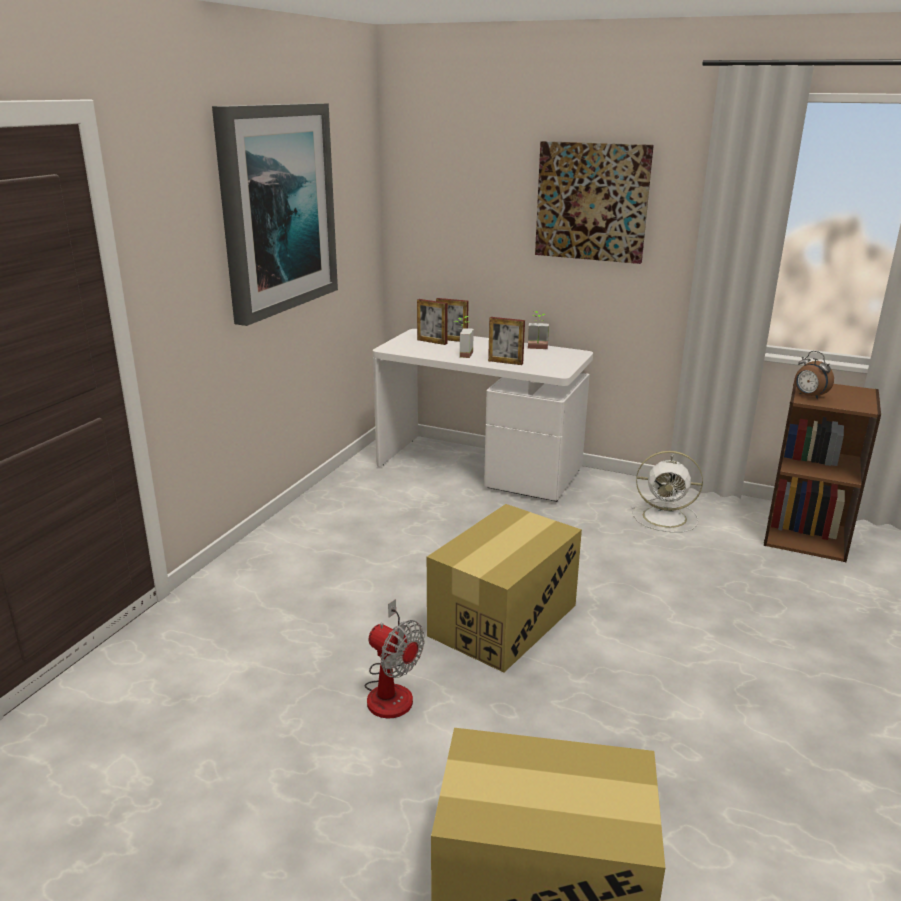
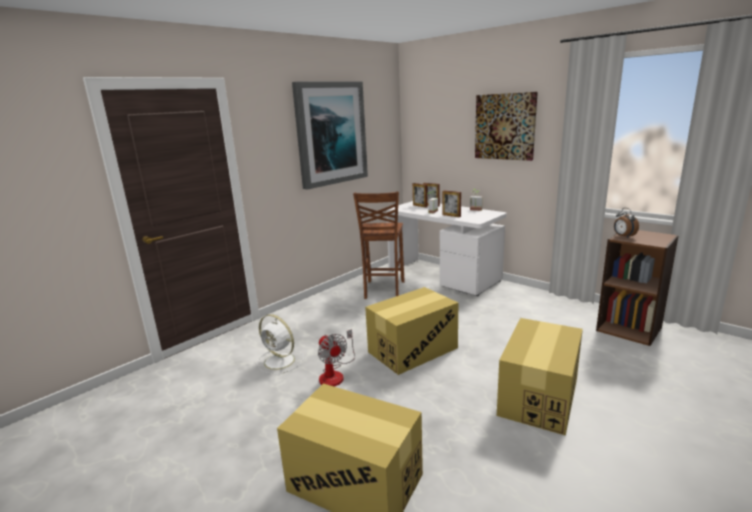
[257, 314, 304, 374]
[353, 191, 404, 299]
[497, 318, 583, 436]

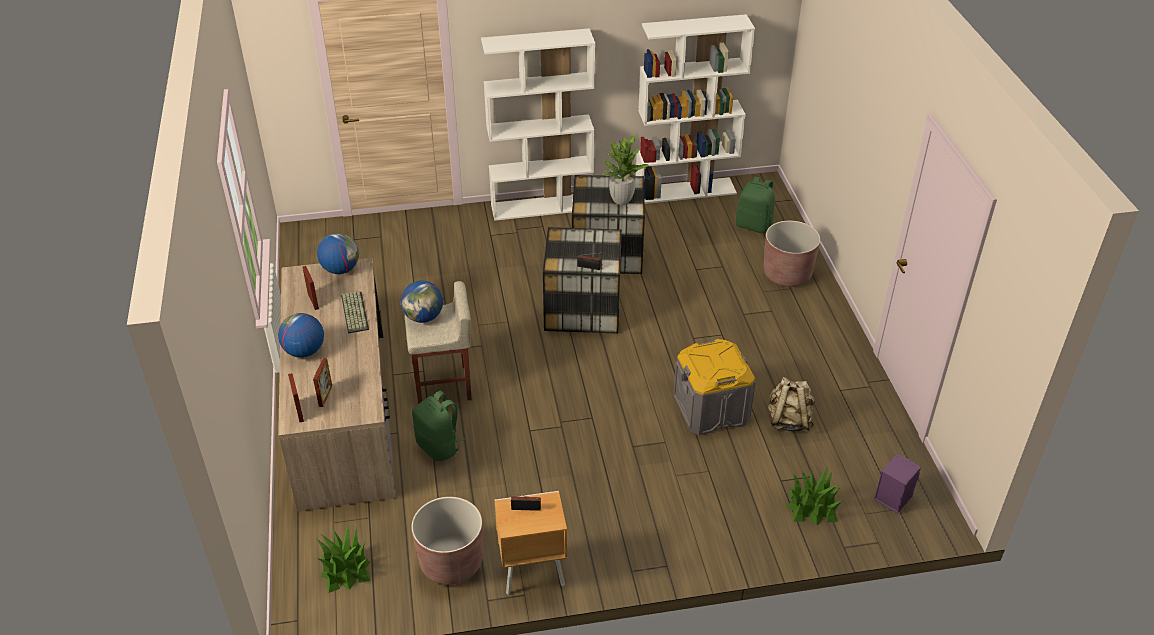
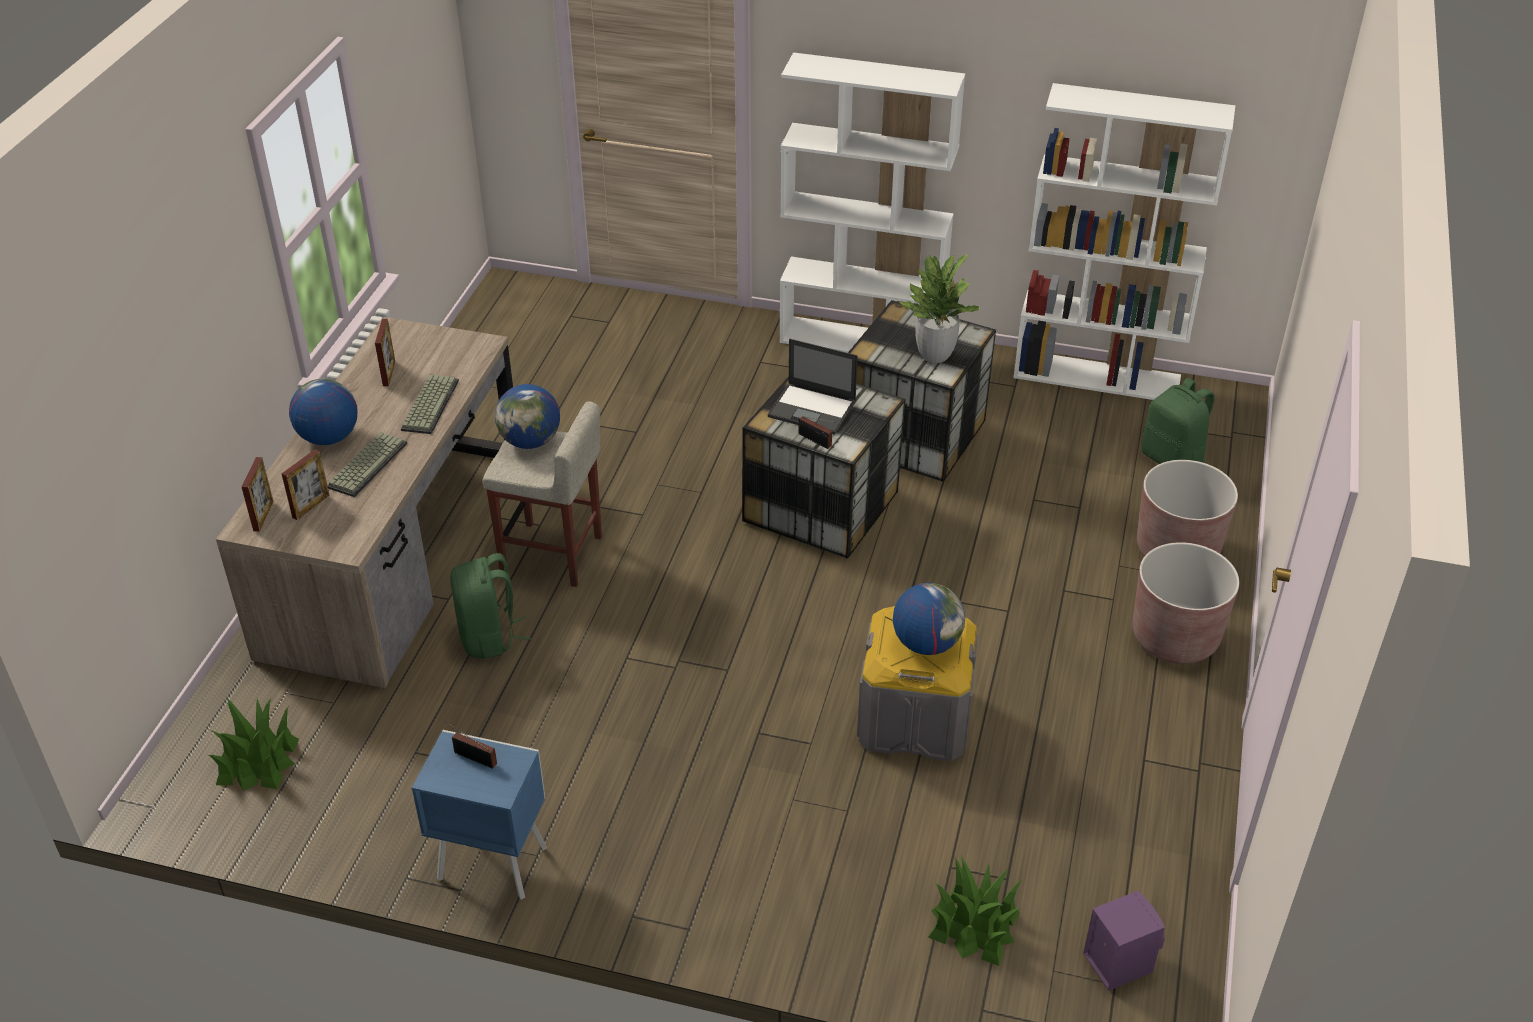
[893, 583, 965, 655]
[768, 377, 815, 432] (first image)
[412, 730, 547, 900]
[1133, 542, 1239, 664]
[768, 339, 858, 435]
[327, 432, 407, 497]

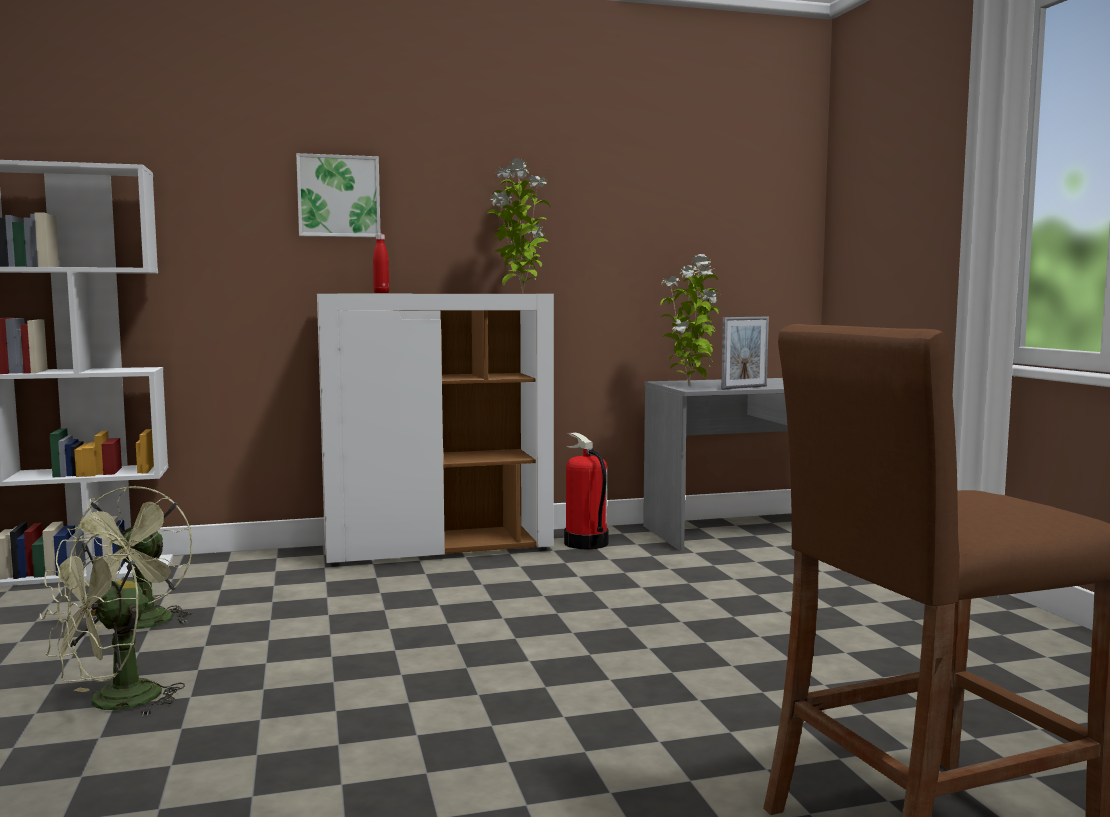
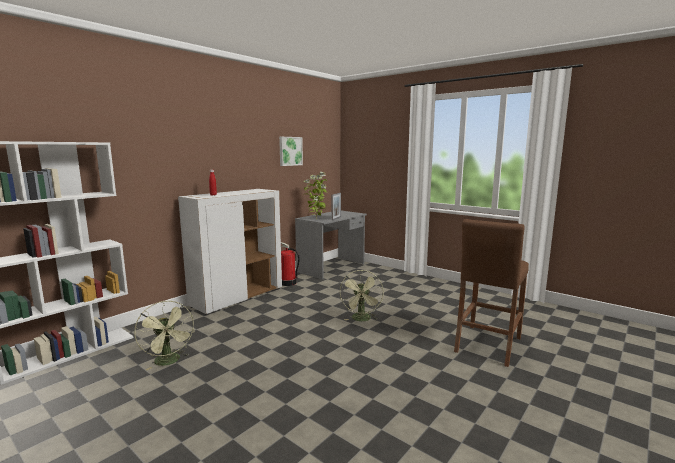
[279, 137, 303, 166]
[487, 158, 551, 293] (first image)
[340, 270, 384, 321]

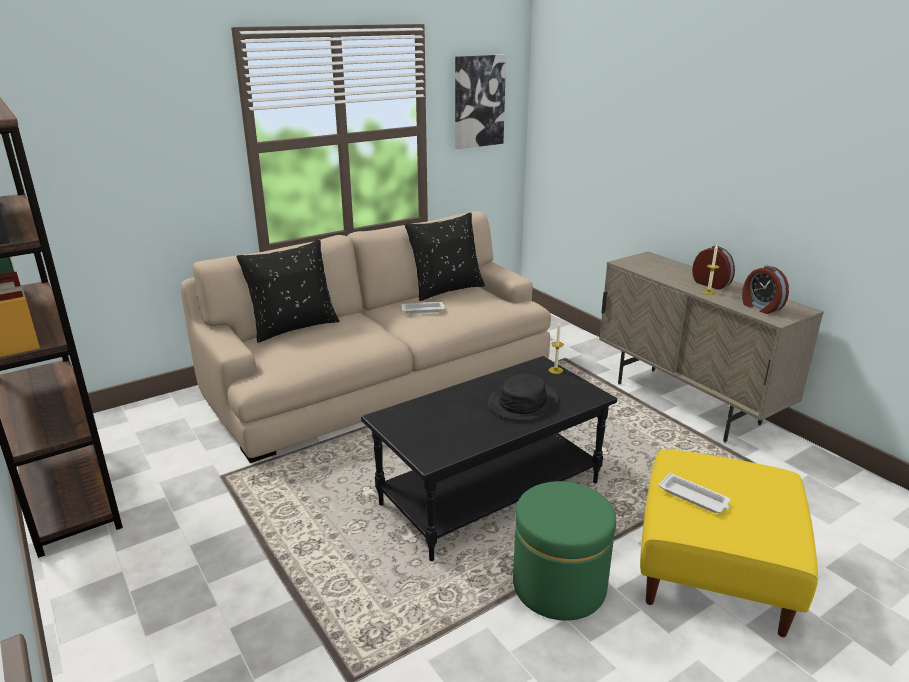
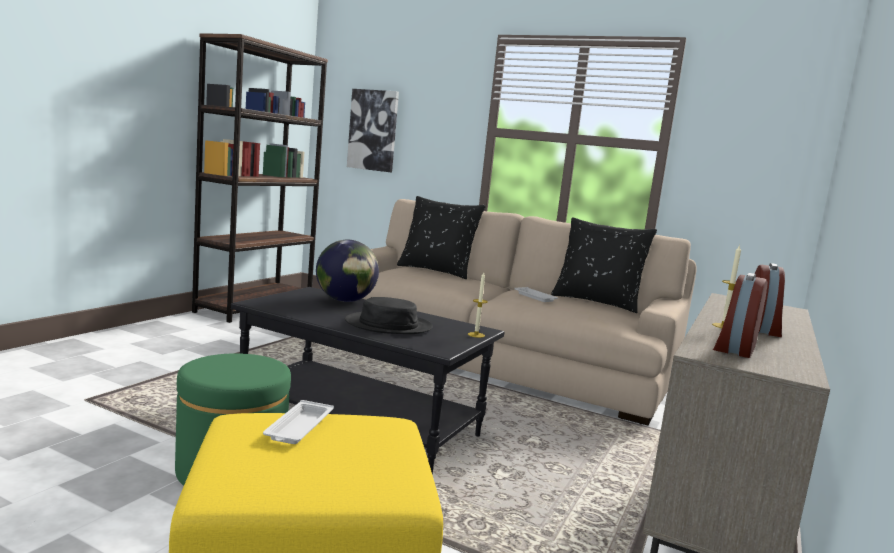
[347, 89, 399, 172]
[316, 240, 379, 302]

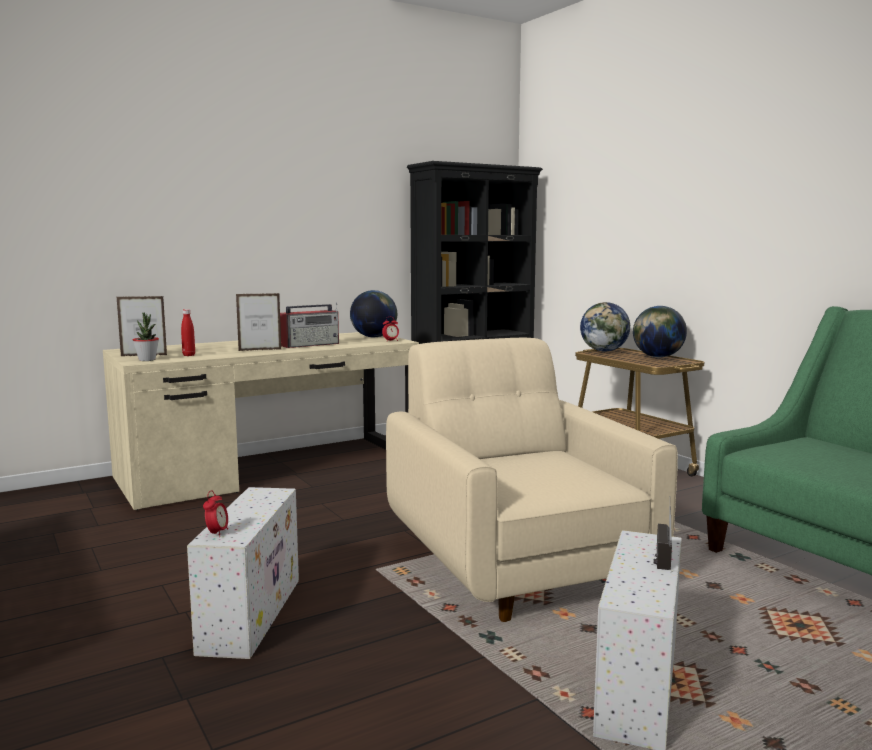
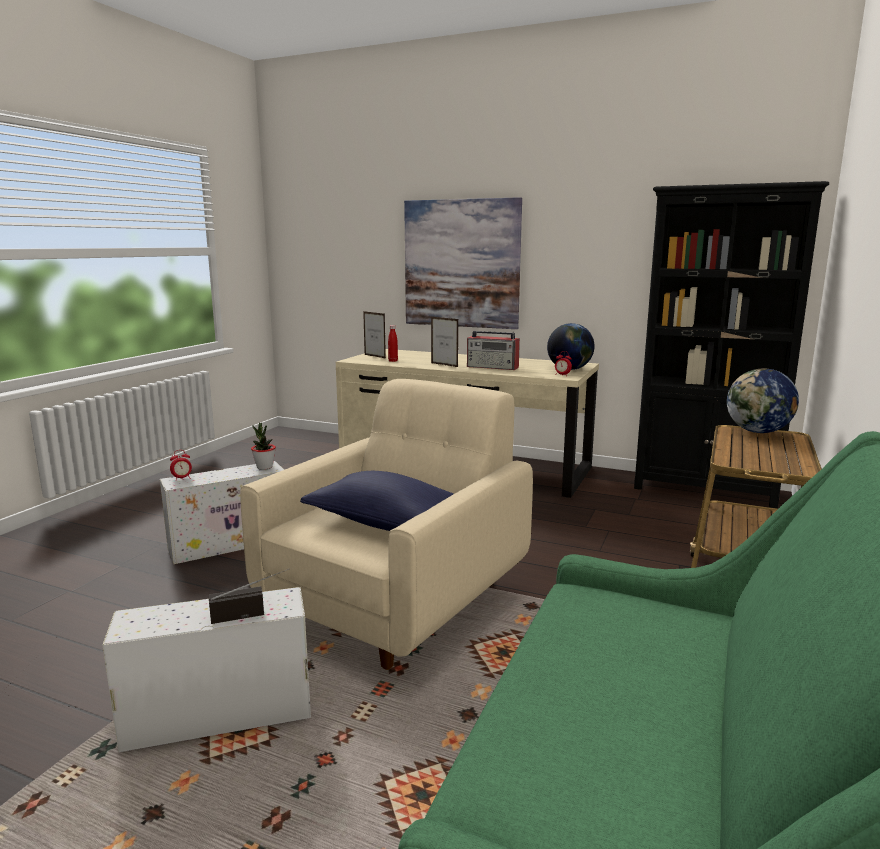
[633, 306, 687, 357] (first image)
[251, 423, 276, 470]
[404, 197, 522, 329]
[300, 471, 453, 531]

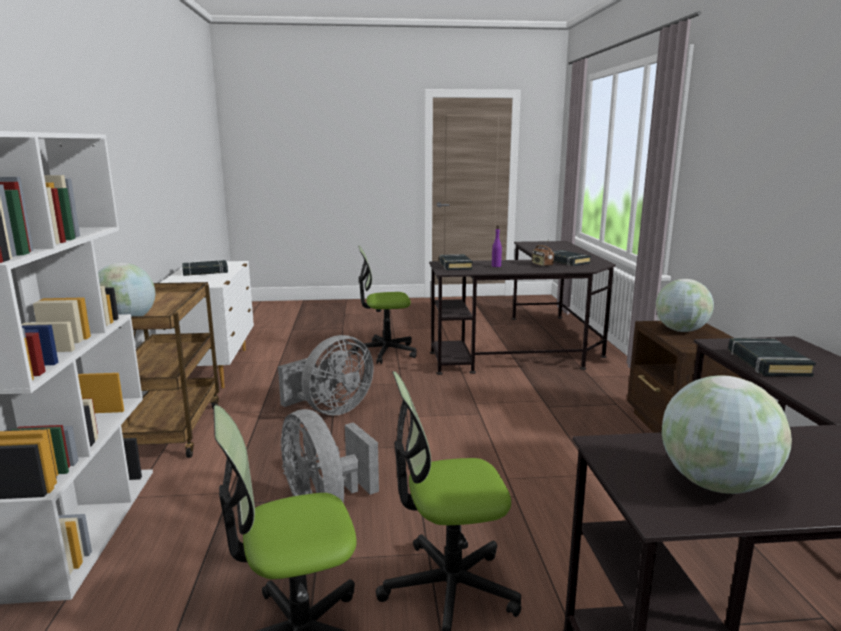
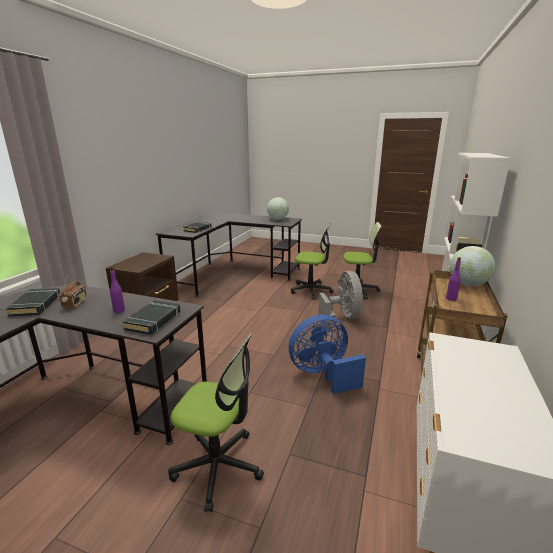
[182, 260, 228, 276] (first image)
[656, 279, 714, 332] (first image)
[289, 314, 366, 394]
[446, 257, 461, 301]

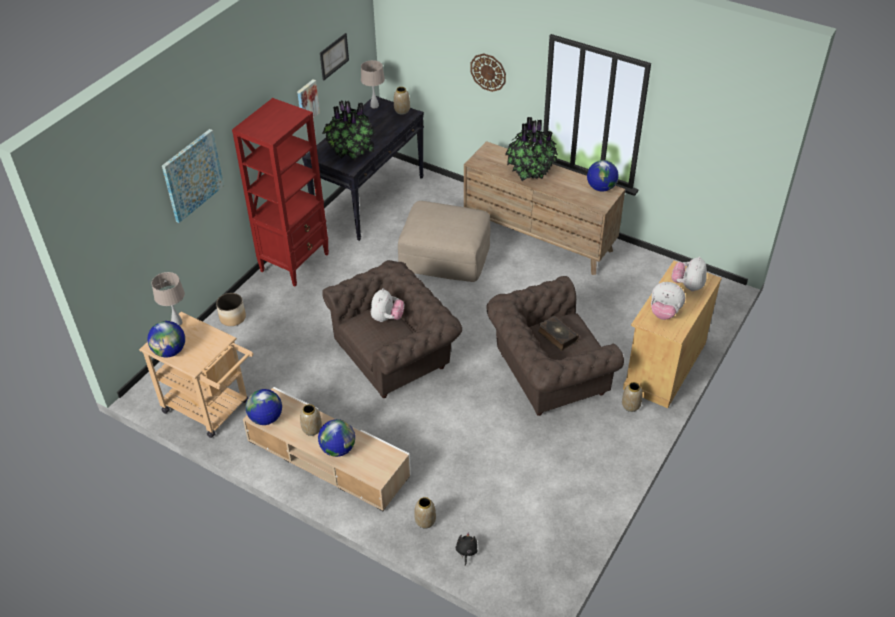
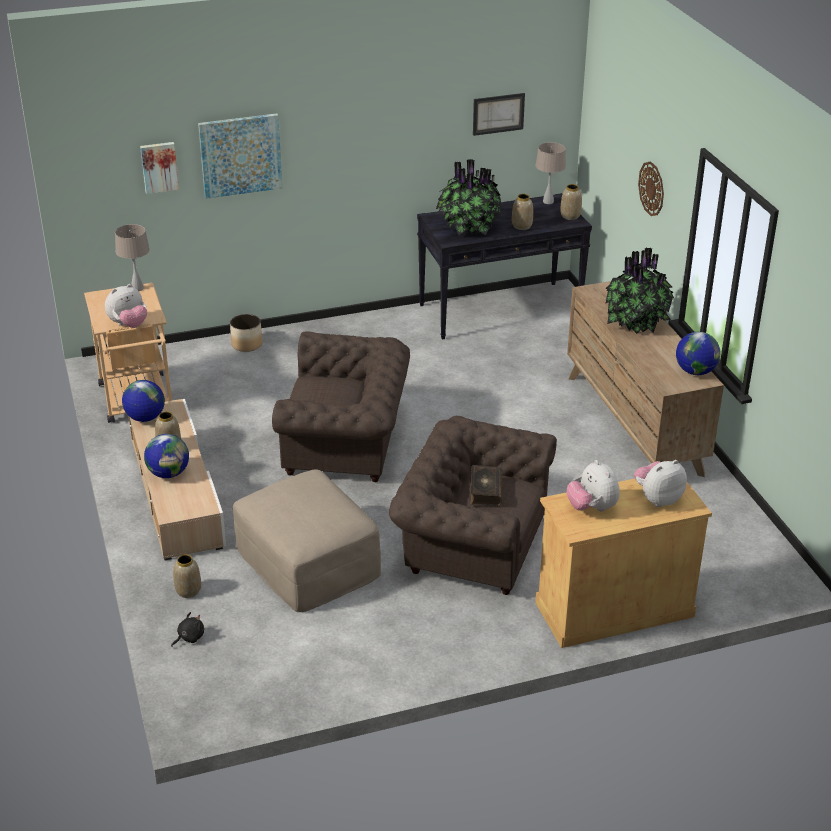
[140, 142, 179, 194]
[232, 98, 329, 286] (first image)
[233, 469, 381, 612]
[105, 284, 147, 328]
[147, 321, 185, 358] (first image)
[512, 194, 533, 230]

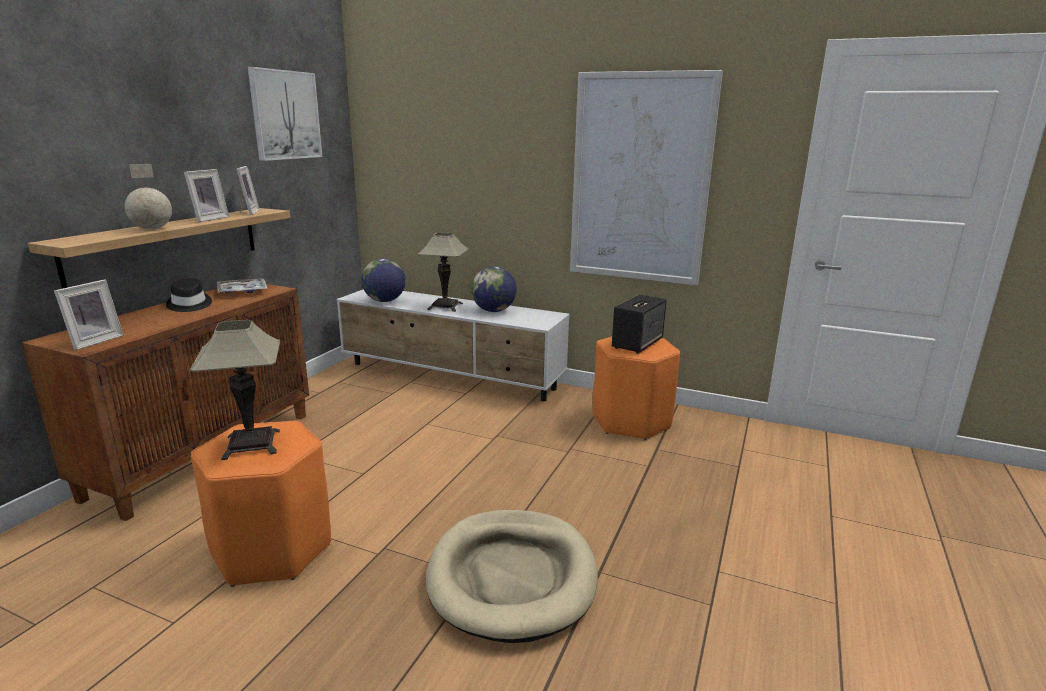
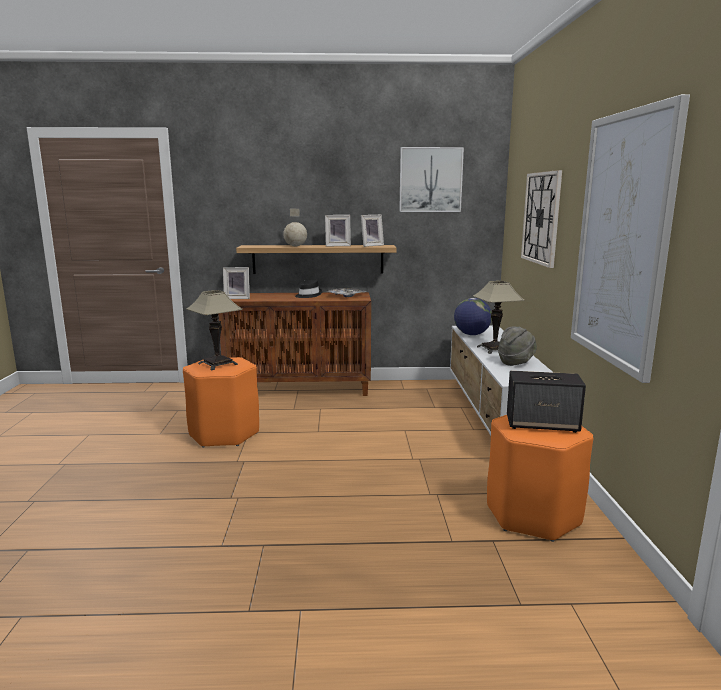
[498, 326, 537, 366]
[426, 510, 598, 643] (first image)
[521, 170, 562, 268]

